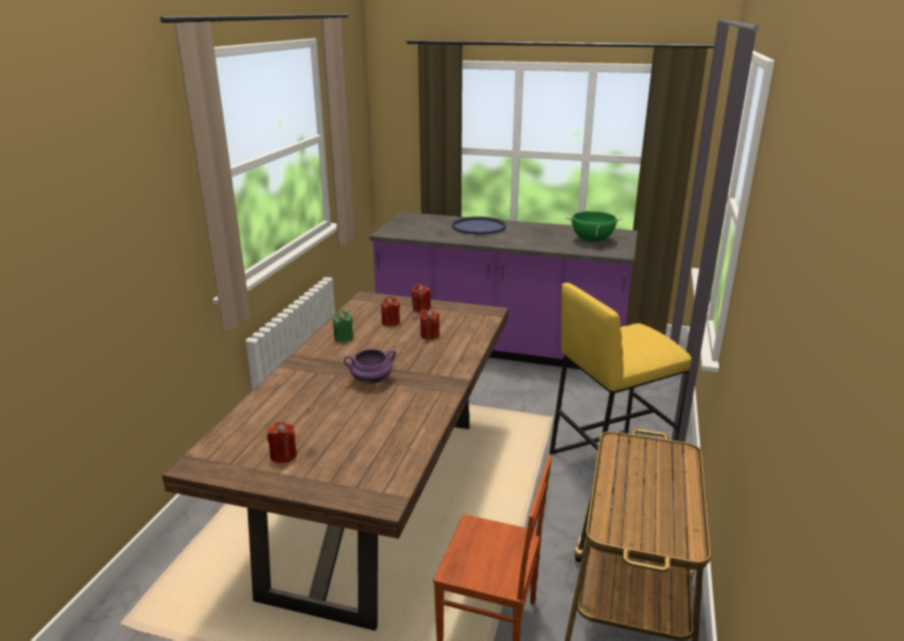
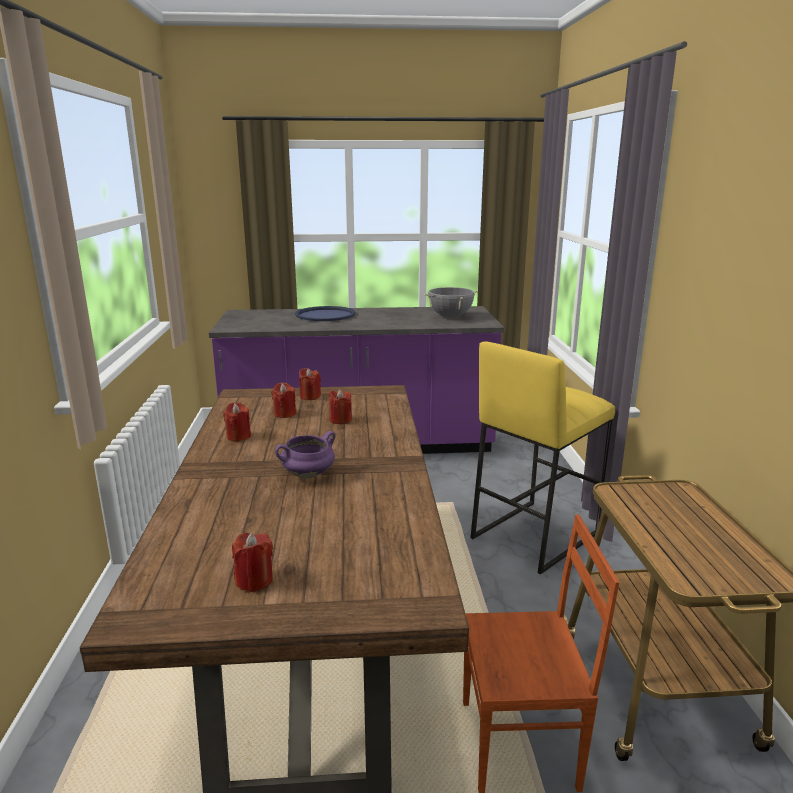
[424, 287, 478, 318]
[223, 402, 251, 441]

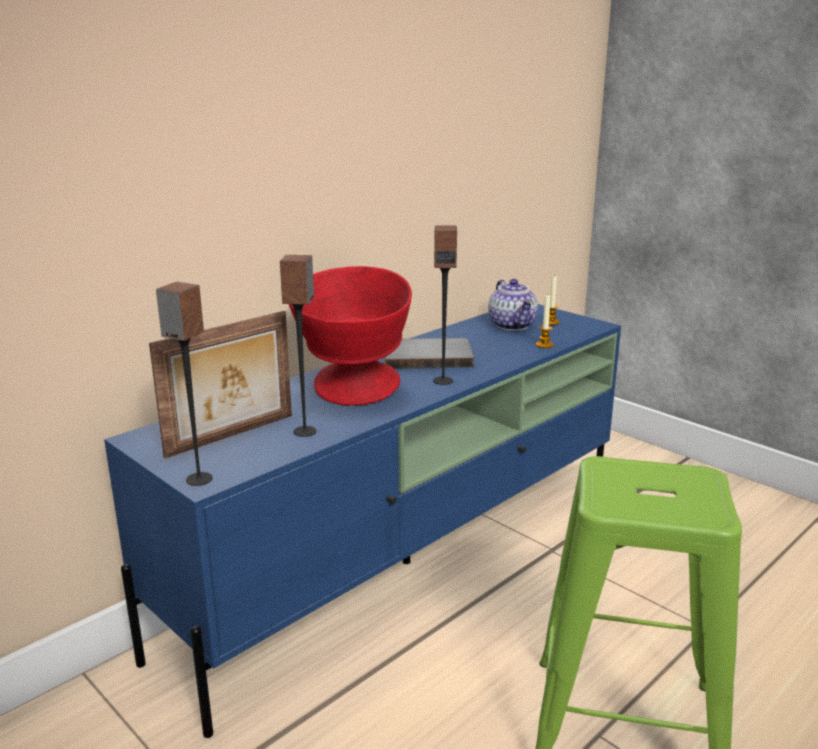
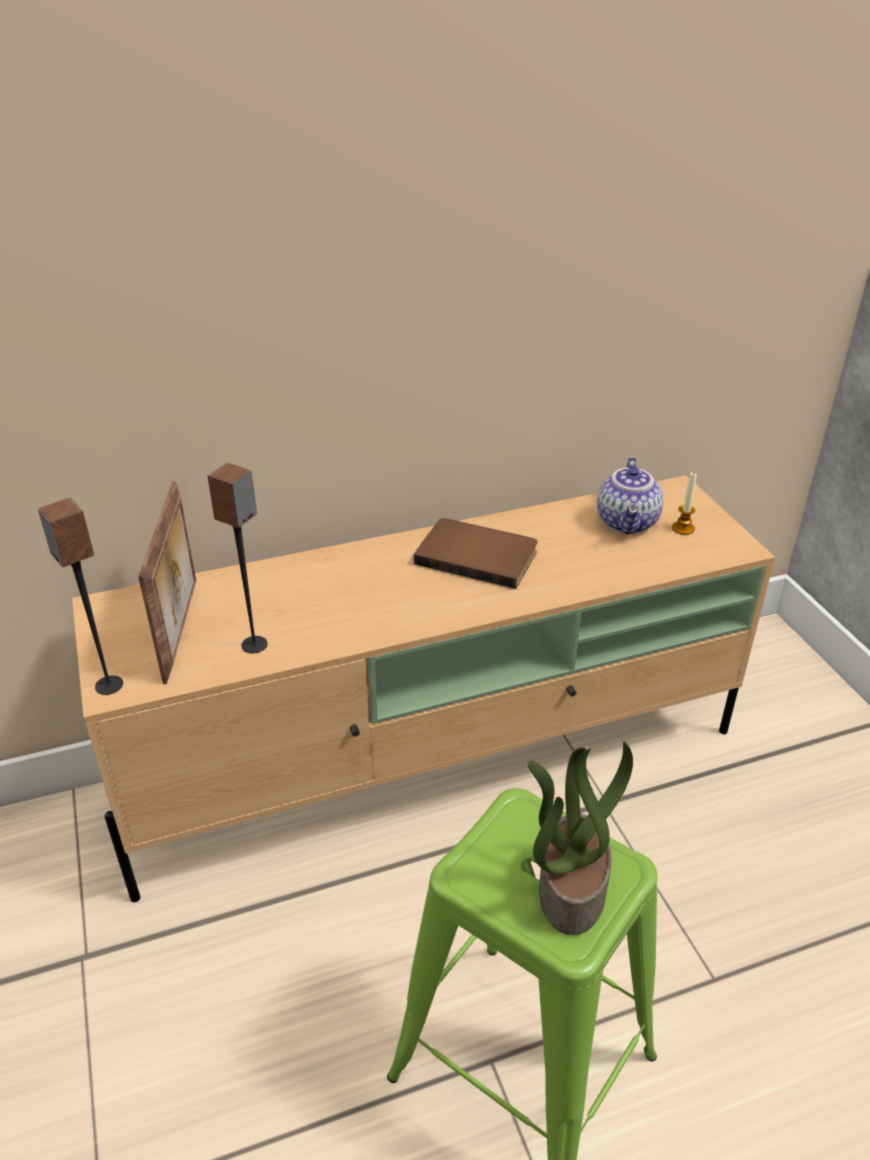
[433, 226, 457, 385] (first image)
[289, 266, 412, 406] (first image)
[535, 295, 554, 348] (first image)
[72, 475, 775, 902]
[138, 482, 196, 684]
[413, 518, 538, 589]
[528, 741, 633, 935]

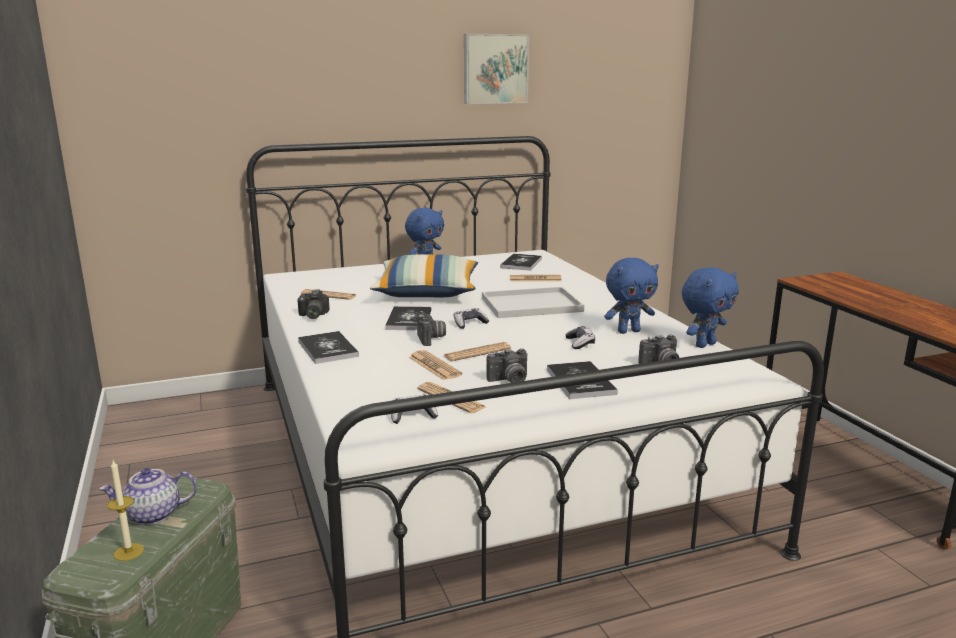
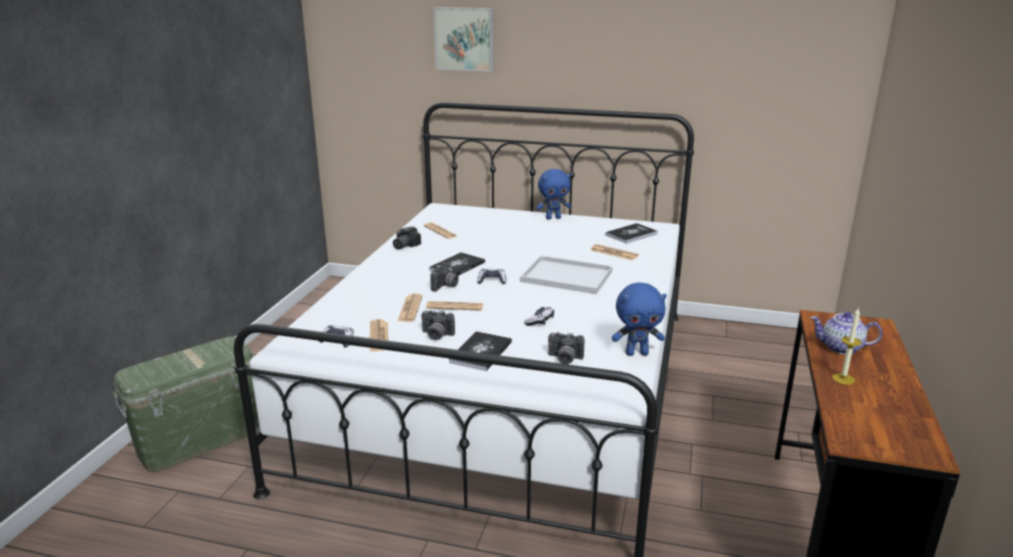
[433, 7, 494, 72]
[370, 254, 478, 297] (first image)
[604, 258, 659, 334] (first image)
[298, 331, 359, 364] (first image)
[832, 307, 862, 385]
[810, 312, 882, 355]

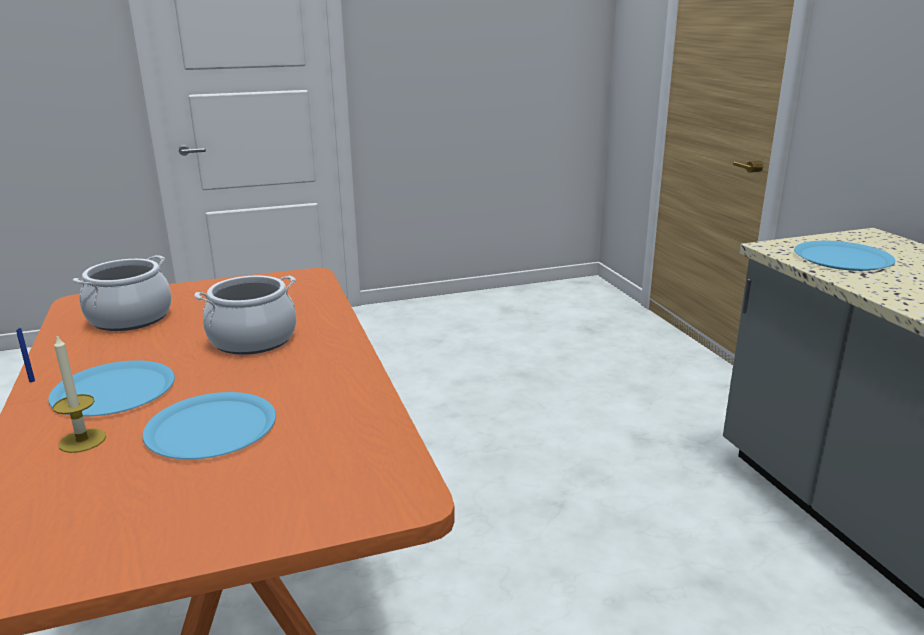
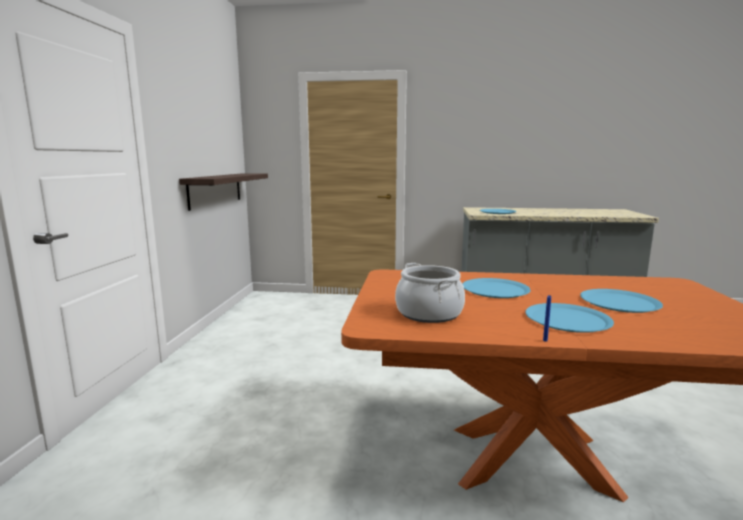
[463, 278, 531, 298]
[53, 335, 106, 453] (first image)
[179, 173, 268, 211]

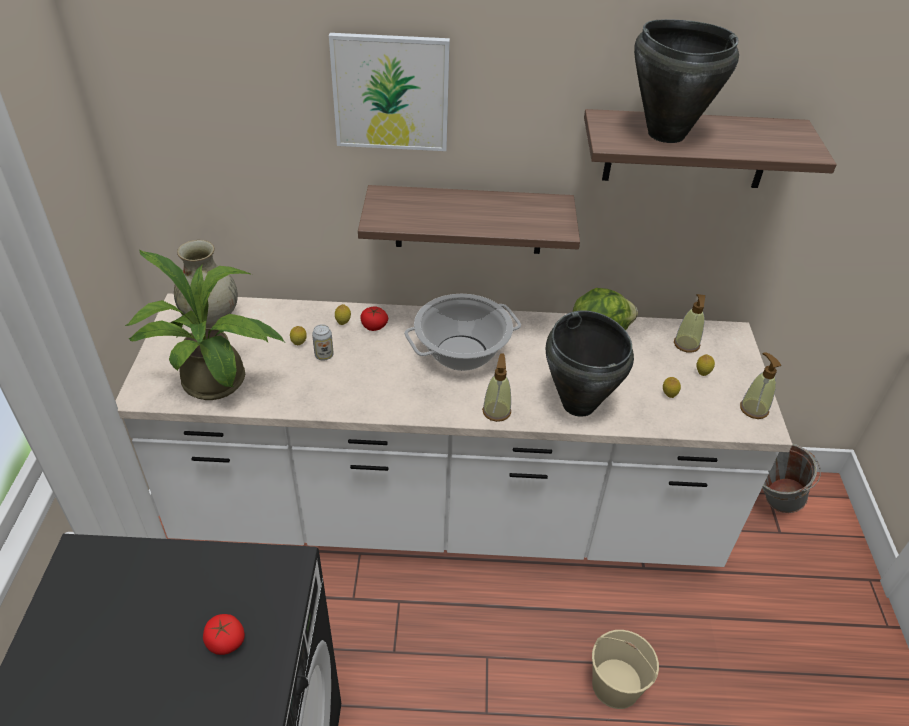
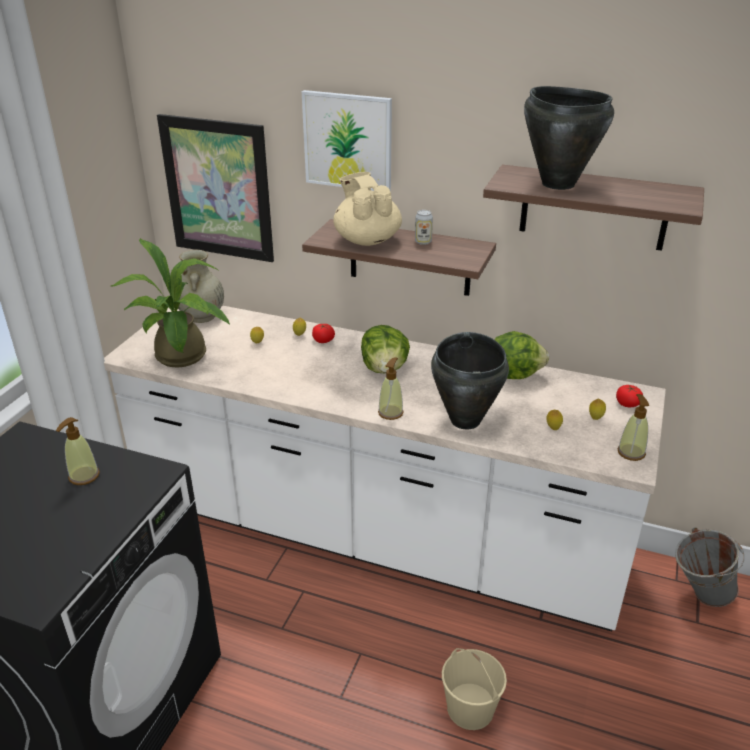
[361, 325, 410, 373]
[56, 417, 100, 485]
[415, 210, 433, 245]
[616, 385, 643, 407]
[157, 114, 274, 262]
[333, 172, 402, 246]

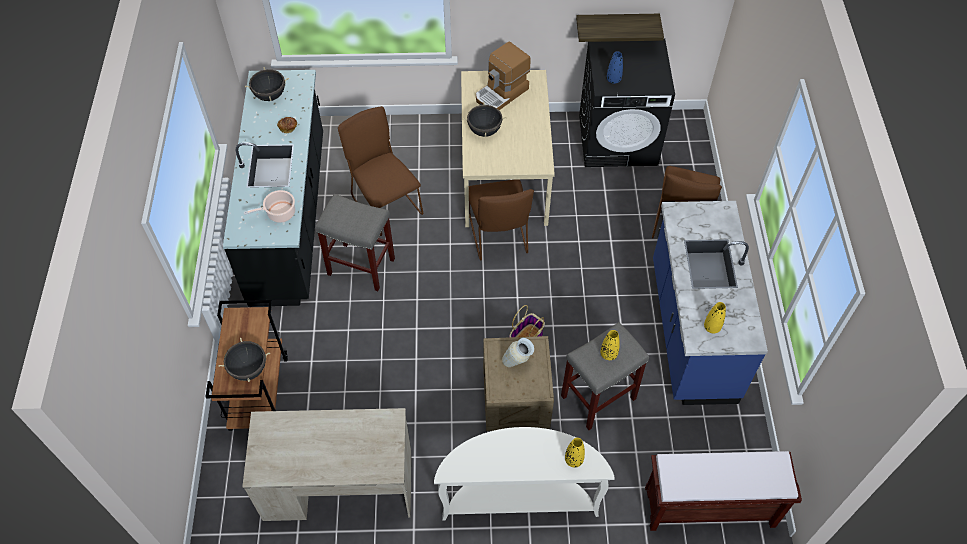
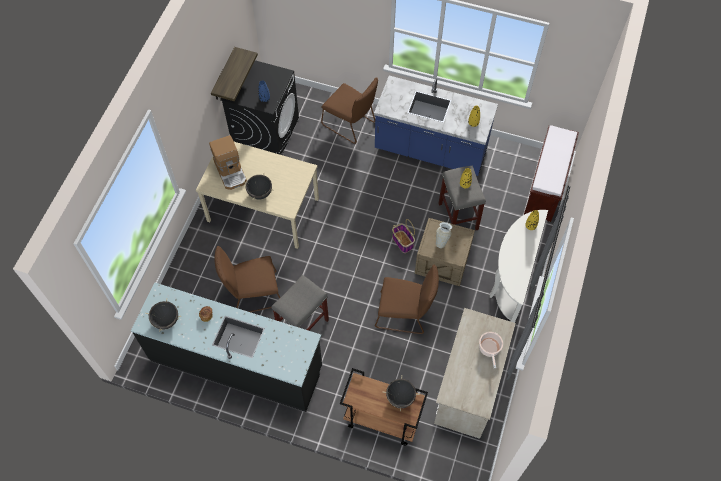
[375, 265, 439, 334]
[479, 332, 503, 368]

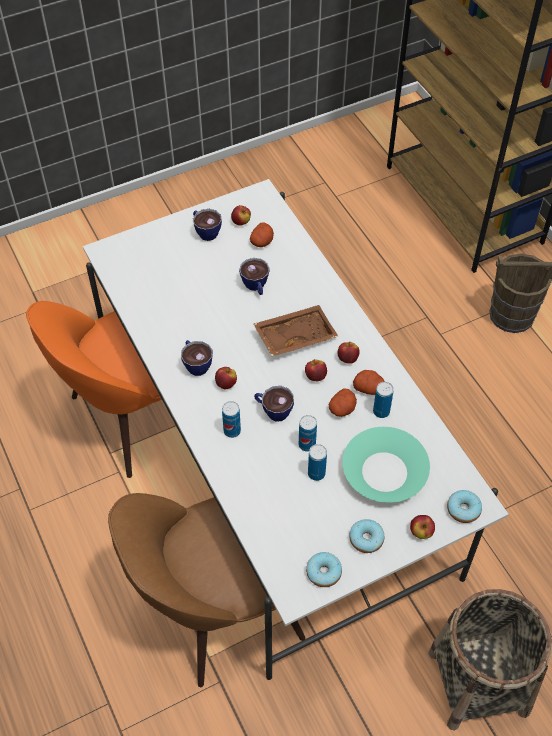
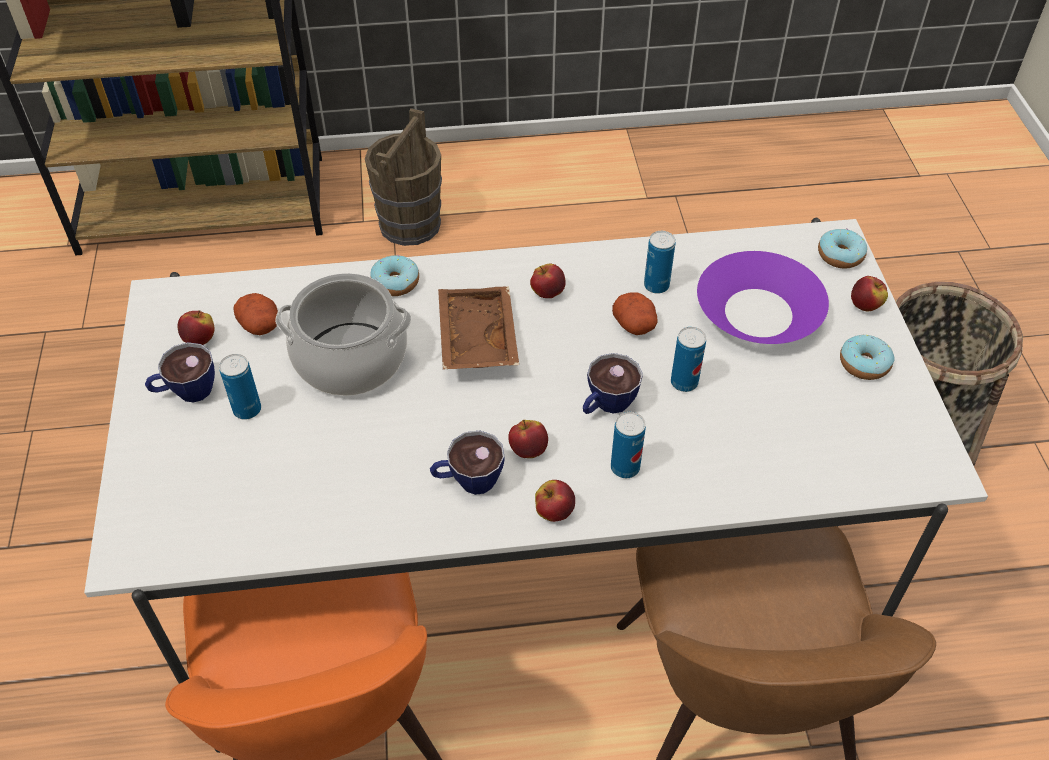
[275, 273, 411, 396]
[535, 480, 575, 522]
[353, 370, 385, 395] (first image)
[697, 251, 829, 344]
[219, 354, 261, 420]
[370, 254, 419, 296]

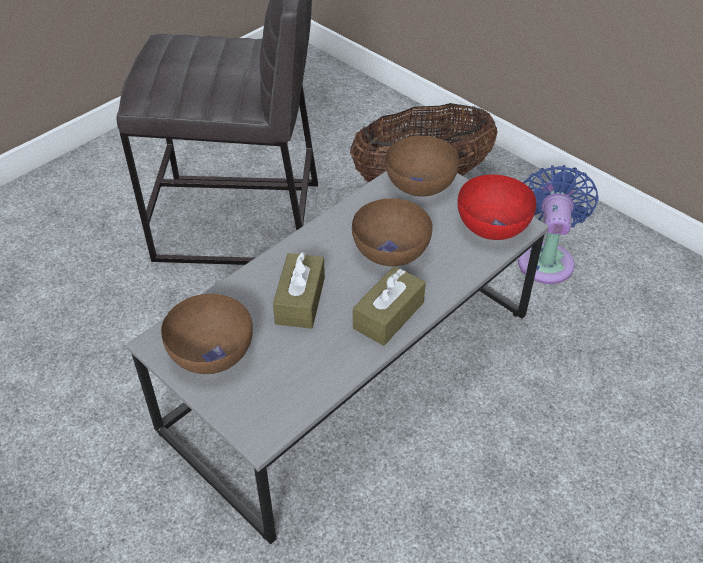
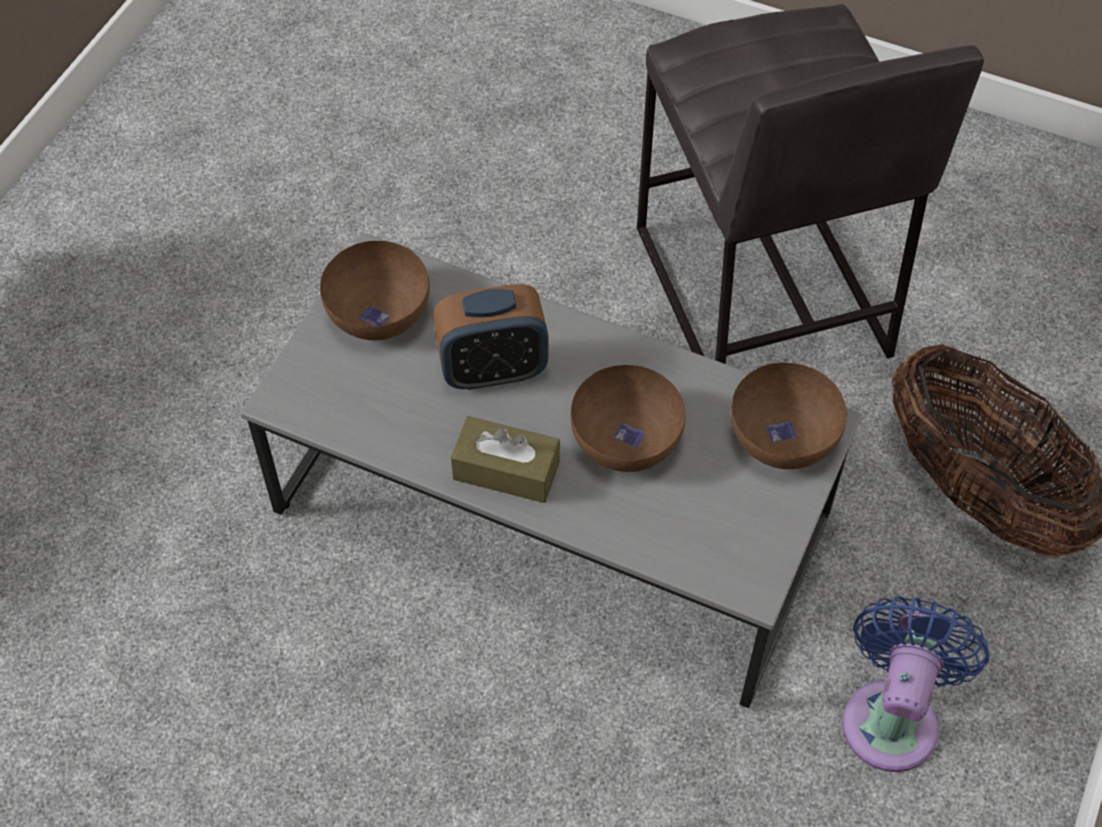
[842, 596, 990, 772]
[457, 174, 536, 240] (first image)
[433, 284, 548, 390]

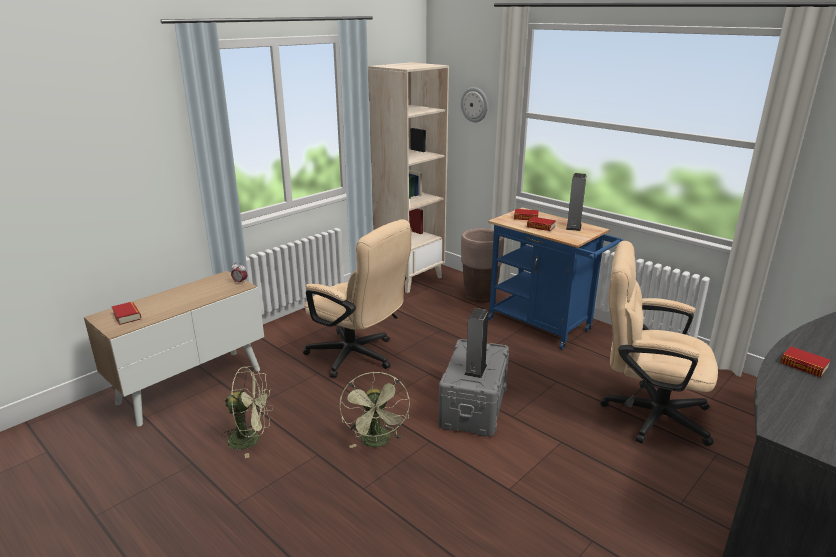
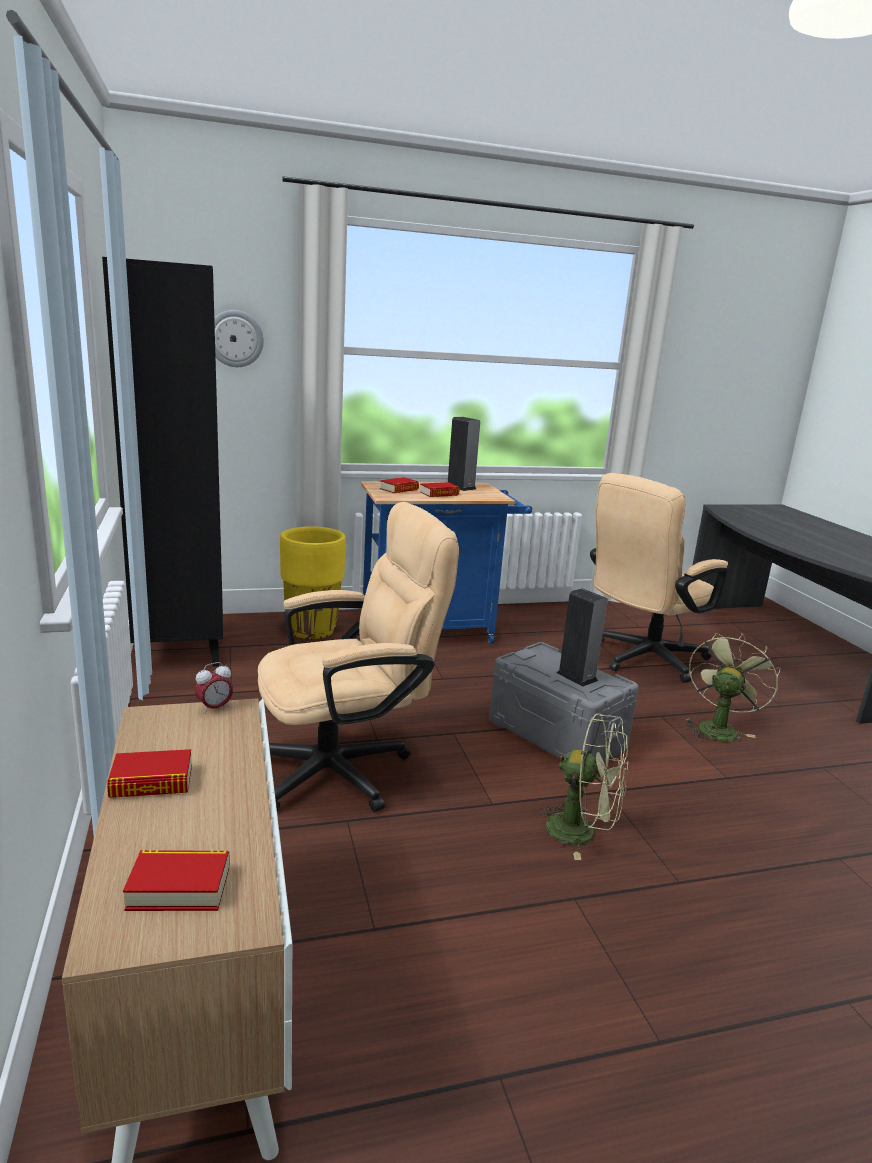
[102, 257, 223, 666]
[280, 526, 346, 640]
[107, 749, 192, 798]
[685, 633, 780, 742]

